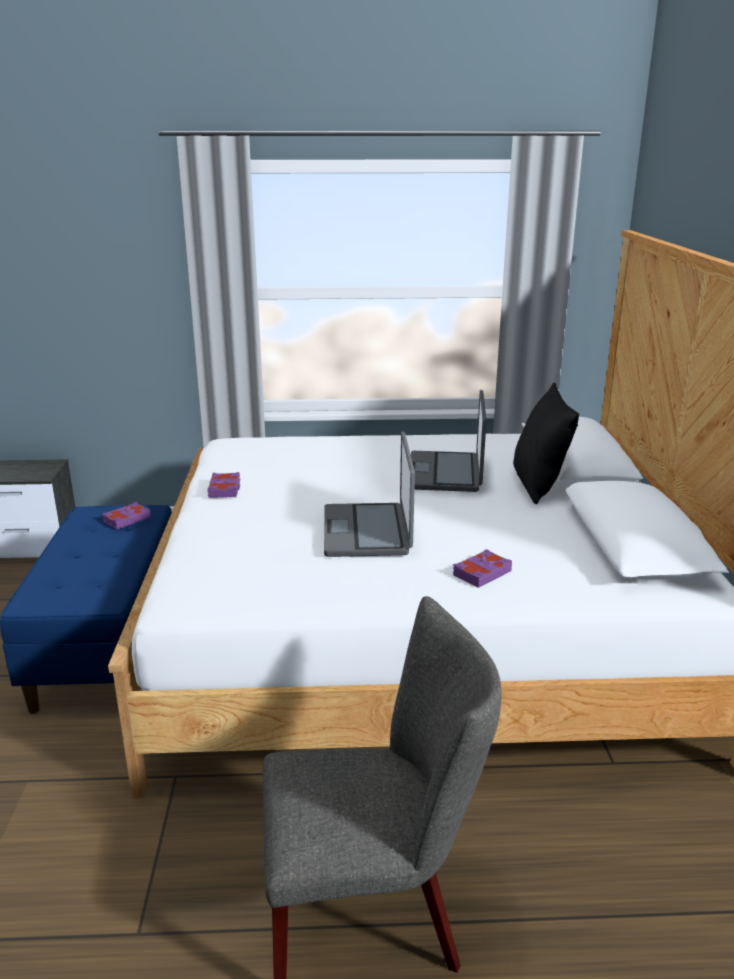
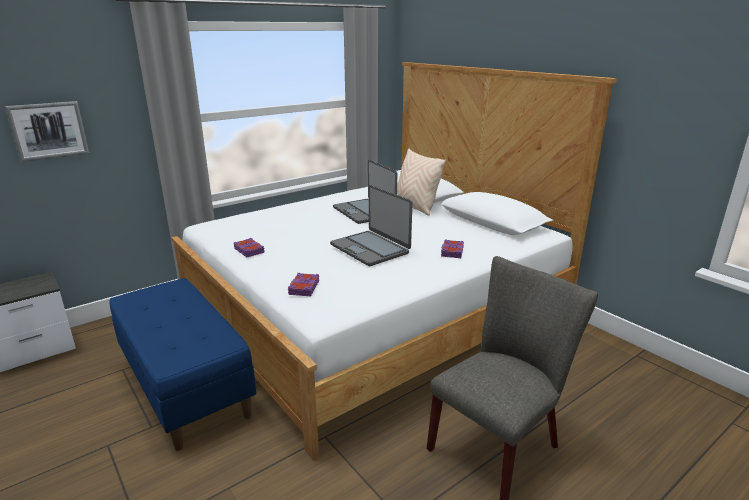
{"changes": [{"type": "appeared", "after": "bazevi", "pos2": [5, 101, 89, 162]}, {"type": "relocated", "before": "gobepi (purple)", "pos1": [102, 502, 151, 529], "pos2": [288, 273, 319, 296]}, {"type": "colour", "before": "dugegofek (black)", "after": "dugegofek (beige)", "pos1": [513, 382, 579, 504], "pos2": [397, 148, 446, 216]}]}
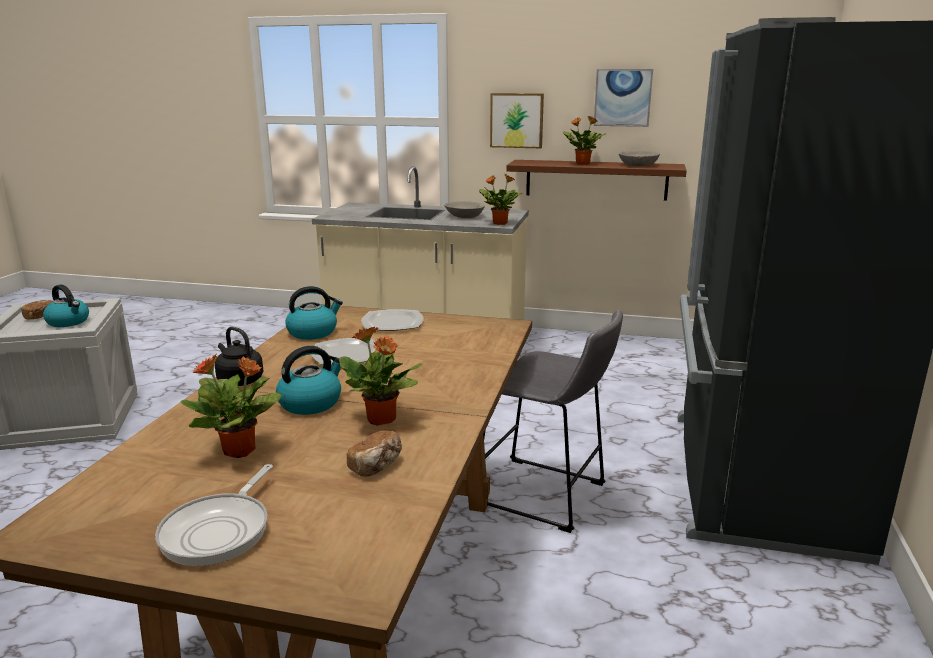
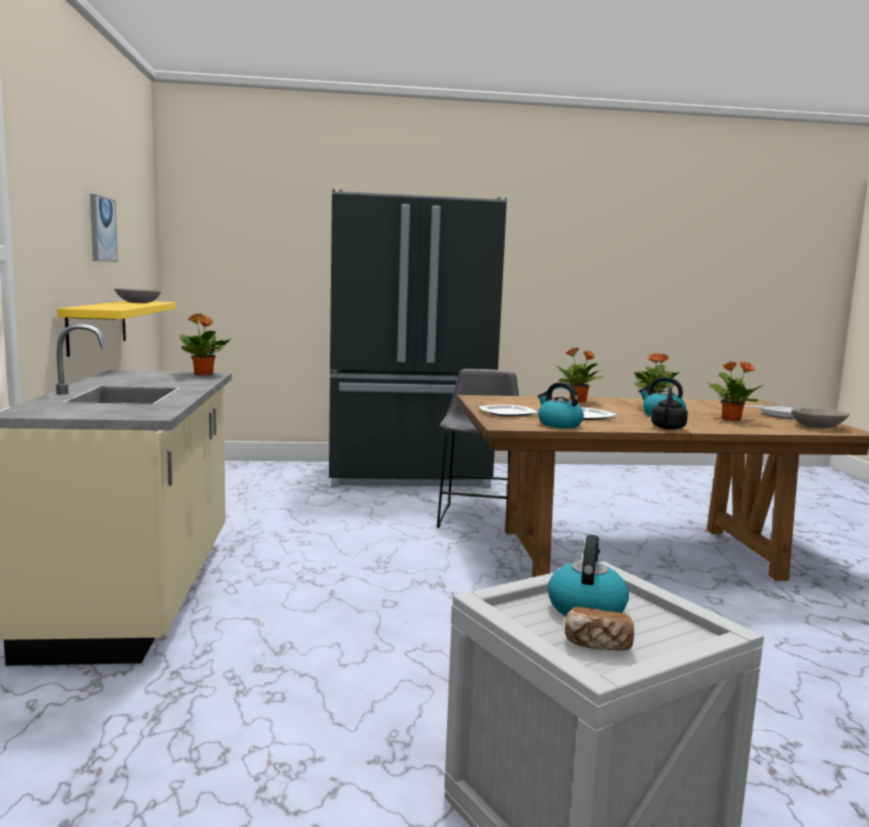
{"changes": [{"type": "missing", "before": "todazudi", "pos1": [347, 431, 402, 477]}, {"type": "missing", "before": "bazevi", "pos1": [490, 93, 544, 148]}, {"type": "relocated", "before": "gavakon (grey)", "pos1": [444, 201, 485, 218], "pos2": [791, 408, 850, 429]}, {"type": "relocated", "before": "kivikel", "pos1": [563, 116, 605, 165], "pos2": [556, 348, 604, 402]}, {"type": "colour", "before": "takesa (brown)", "after": "takesa (yellow)", "pos1": [506, 160, 687, 201], "pos2": [58, 301, 176, 357]}]}
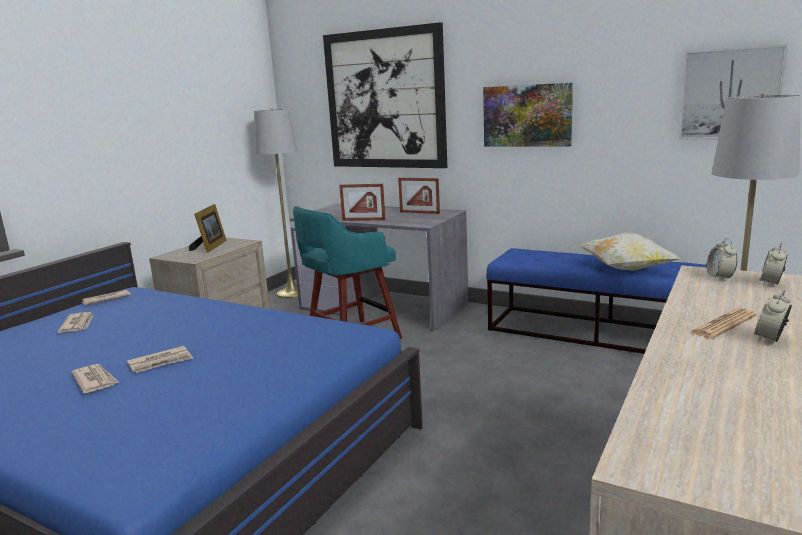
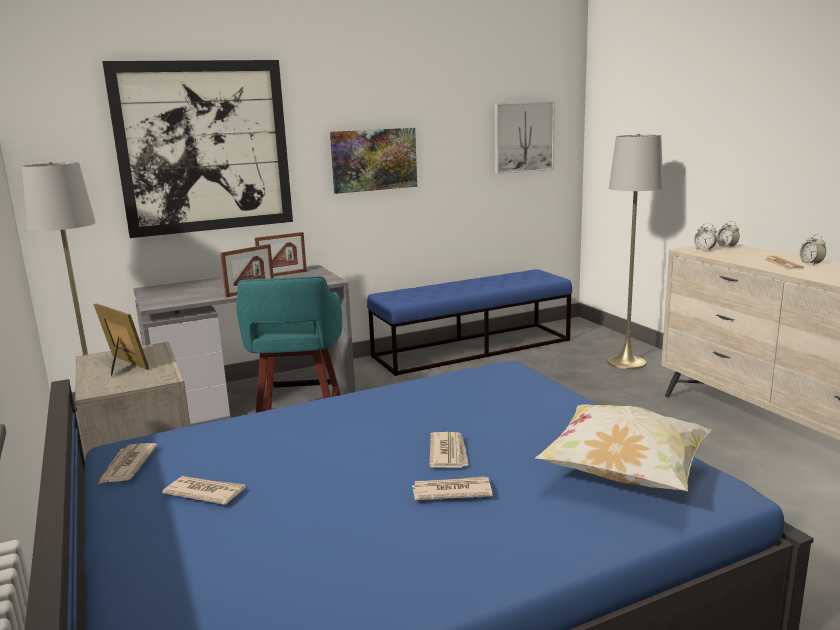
{"changes": [{"type": "relocated", "before": "dugegofek", "pos1": [578, 232, 681, 270], "pos2": [535, 404, 712, 491]}]}
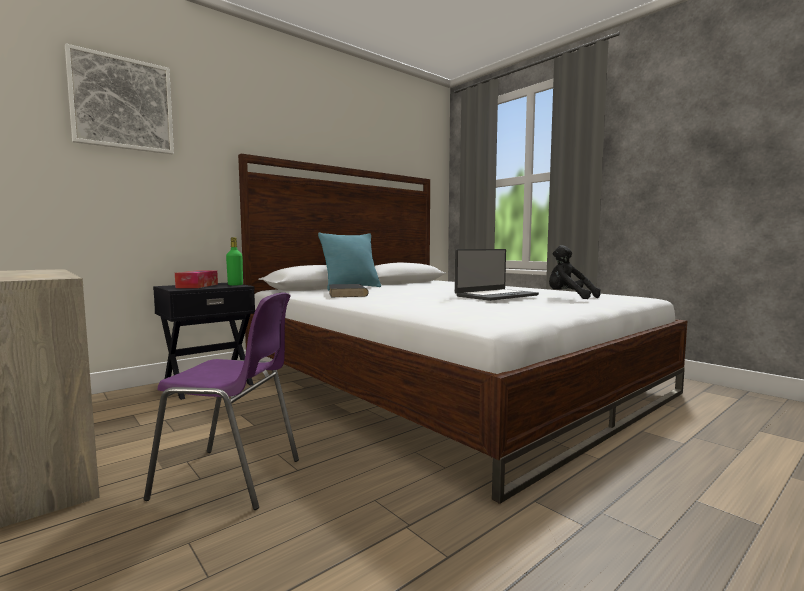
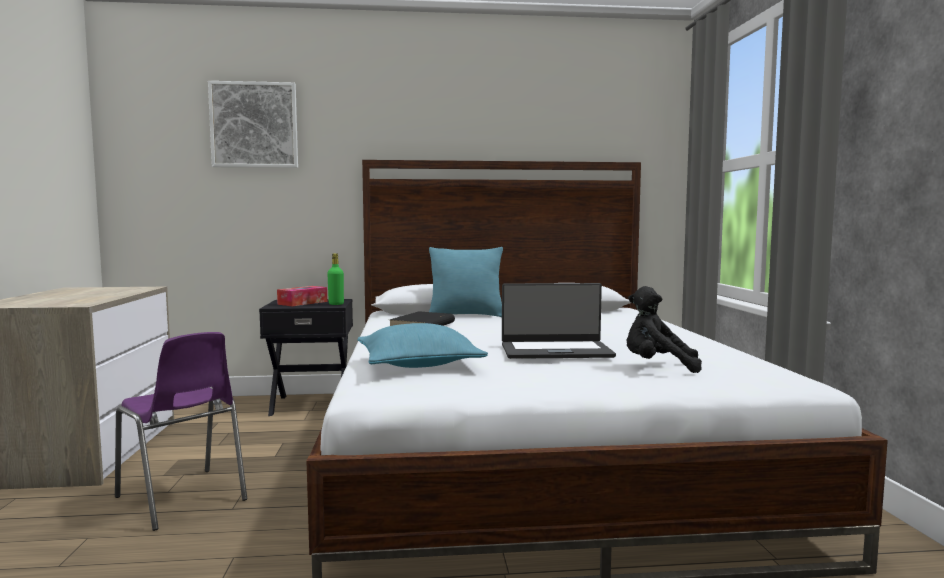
{"changes": [{"type": "appeared", "after": "dugegofek (turquoise)", "pos2": [357, 323, 488, 368]}, {"type": "spun", "before": "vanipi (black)", "pos1": [549, 245, 601, 299], "pos2": [626, 286, 702, 373], "turn": -60}]}
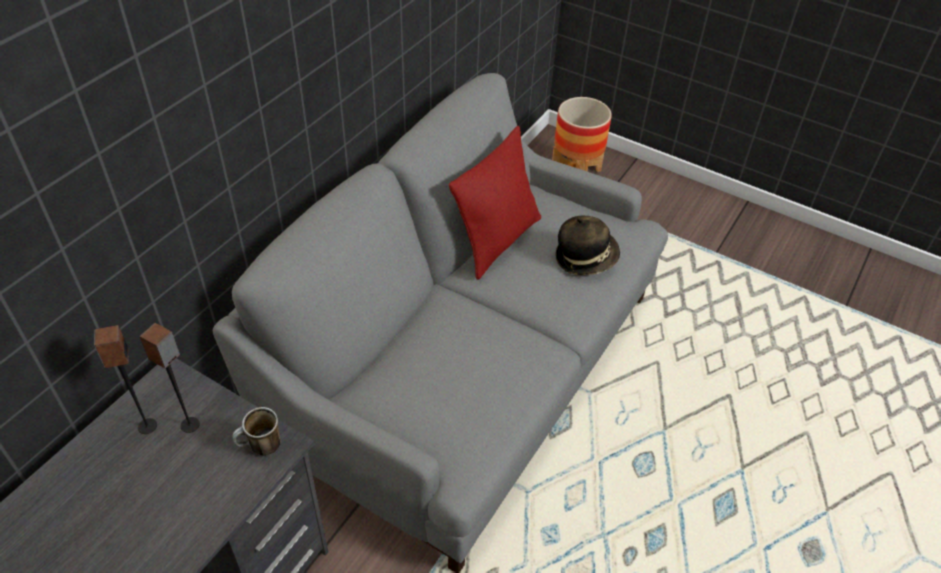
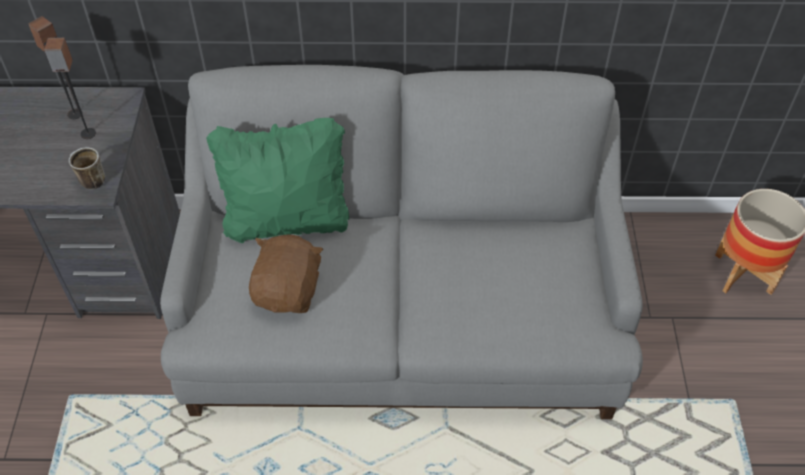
{"changes": [{"type": "missing", "before": "dugegofek (red)", "pos1": [449, 126, 541, 280]}, {"type": "missing", "before": "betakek", "pos1": [556, 215, 620, 275]}, {"type": "appeared", "after": "dugegofek (green)", "pos2": [206, 118, 349, 243]}, {"type": "appeared", "after": "vanipi (brown)", "pos2": [249, 235, 323, 313]}]}
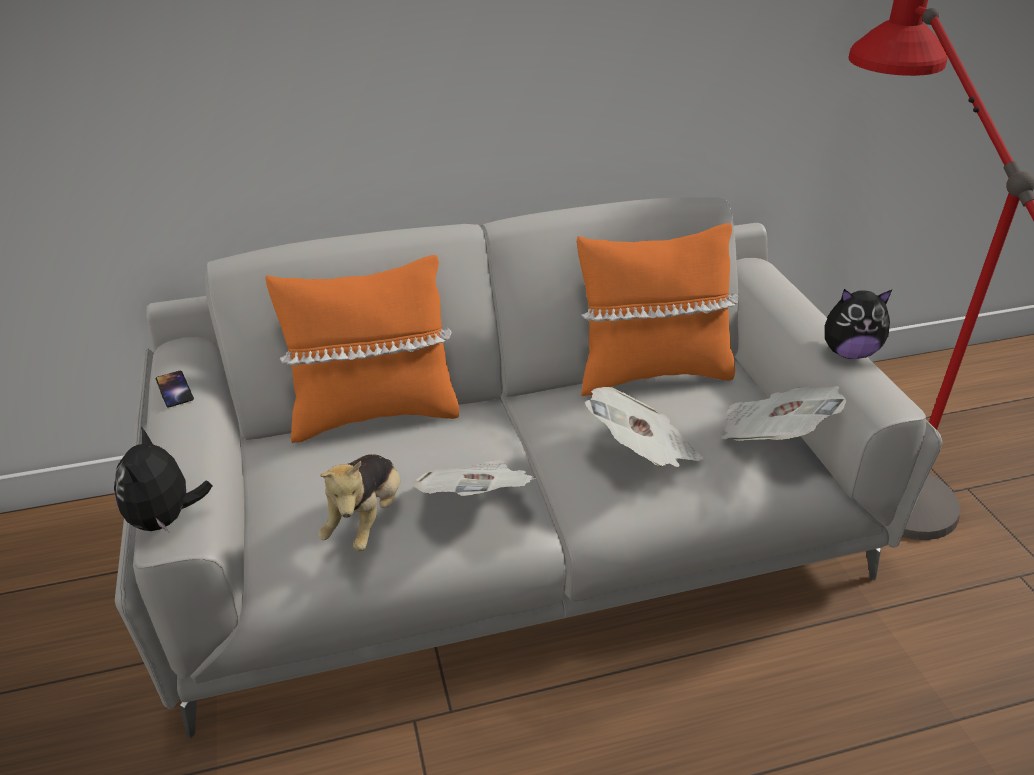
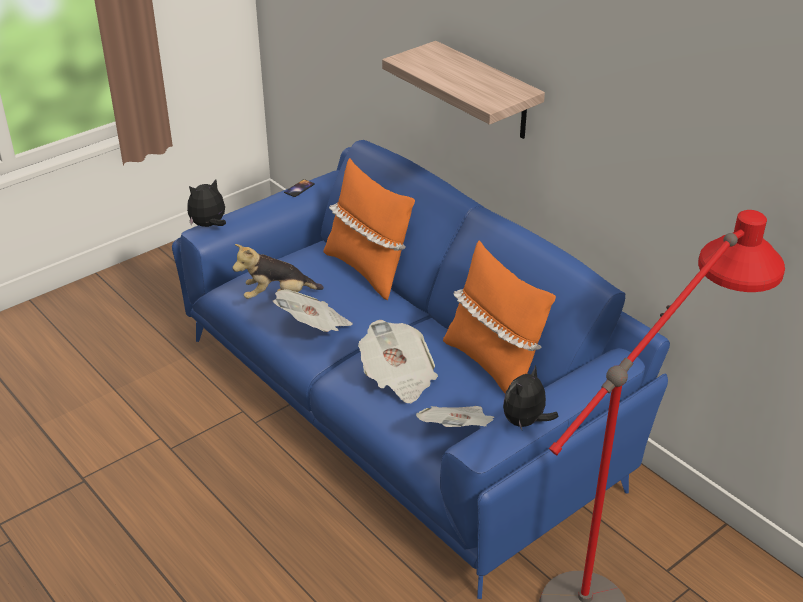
{"changes": [{"type": "appeared", "after": "takesa", "pos2": [382, 41, 545, 139]}, {"type": "colour", "before": "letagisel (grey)", "after": "letagisel (blue)", "pos1": [115, 197, 942, 738], "pos2": [172, 140, 670, 599]}, {"type": "spun", "before": "vanipi", "pos1": [825, 289, 892, 359], "pos2": [503, 365, 559, 430], "turn": 60}]}
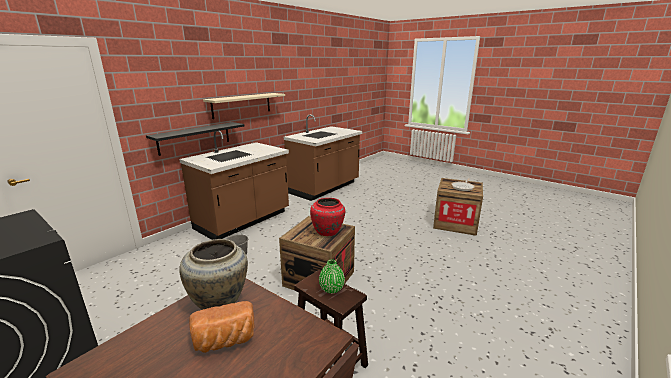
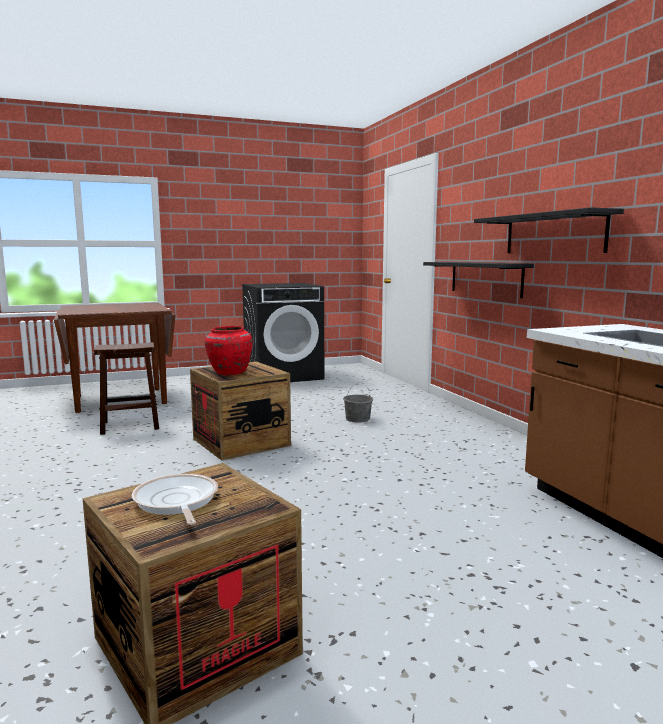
{"changes": [{"type": "missing", "before": "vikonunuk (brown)", "pos1": [179, 131, 289, 240]}, {"type": "missing", "before": "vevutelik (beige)", "pos1": [179, 239, 248, 310]}, {"type": "missing", "before": "todazudi", "pos1": [189, 301, 255, 353]}, {"type": "missing", "before": "vevutelik (green)", "pos1": [319, 259, 345, 294]}, {"type": "colour", "before": "takesa (beige)", "after": "takesa (black)", "pos1": [203, 93, 285, 119], "pos2": [474, 207, 624, 253]}]}
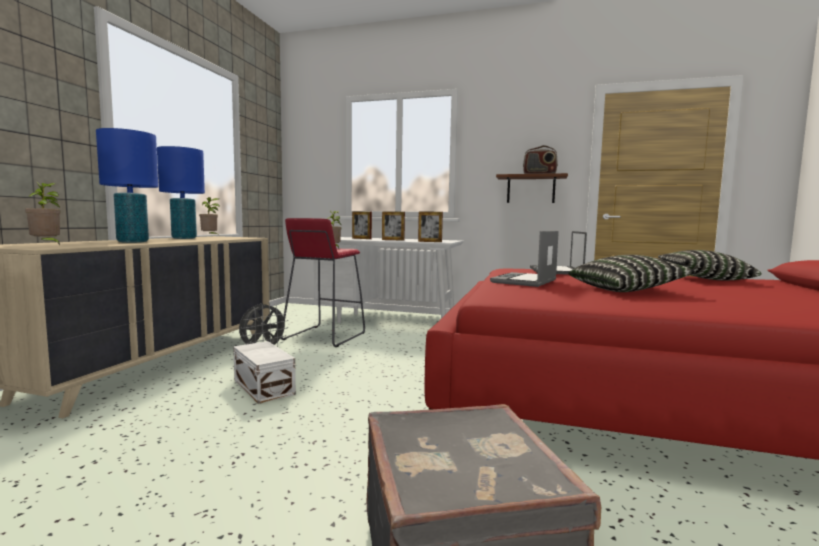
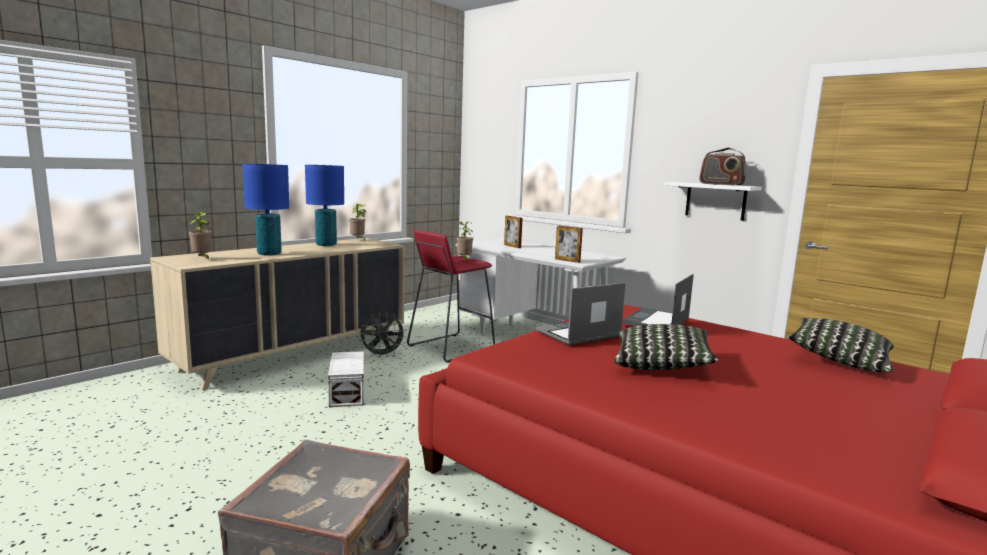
{"changes": [{"type": "missing", "before": "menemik", "pos1": [382, 211, 405, 241]}, {"type": "colour", "before": "takesa (brown)", "after": "takesa (white)", "pos1": [496, 173, 568, 203], "pos2": [664, 182, 762, 221]}]}
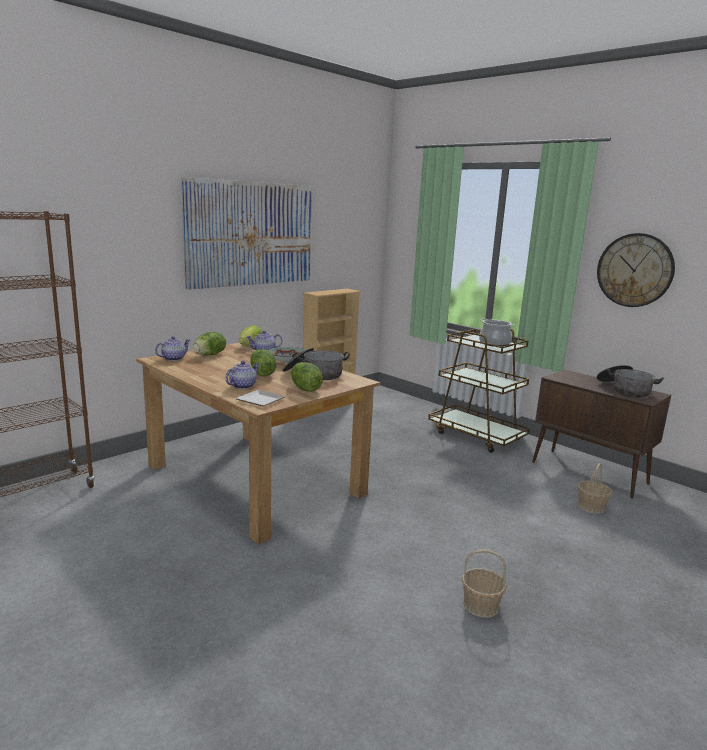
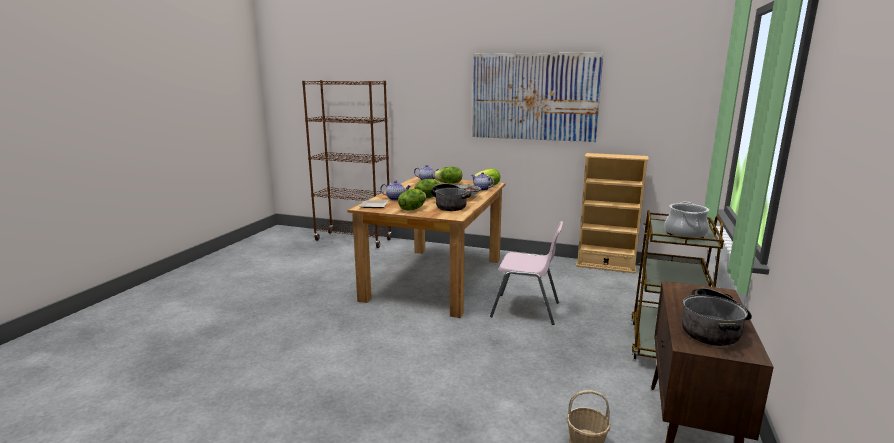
{"changes": [{"type": "missing", "before": "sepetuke", "pos1": [462, 549, 507, 618]}, {"type": "missing", "before": "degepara", "pos1": [597, 233, 675, 307]}, {"type": "appeared", "after": "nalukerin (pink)", "pos2": [490, 221, 563, 325]}]}
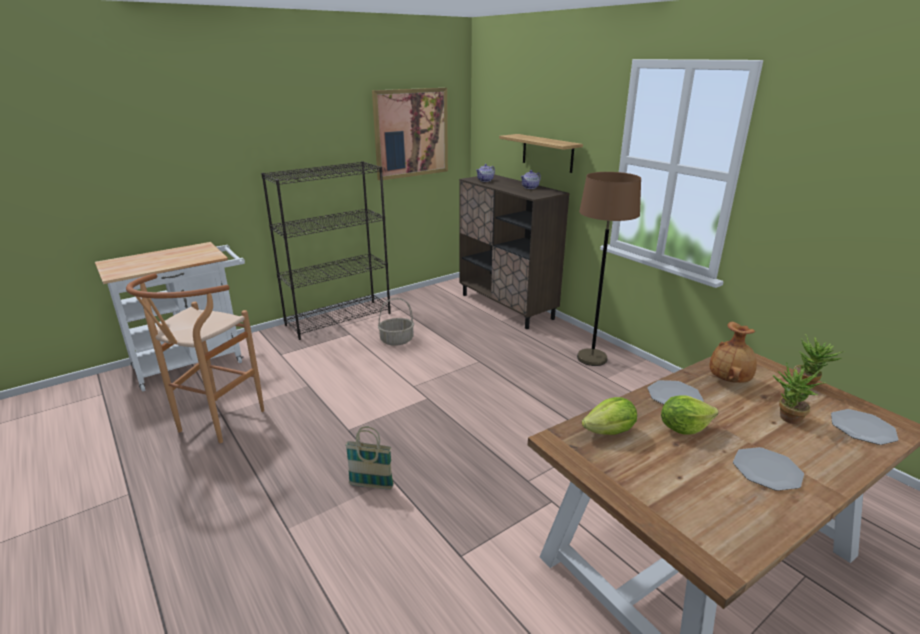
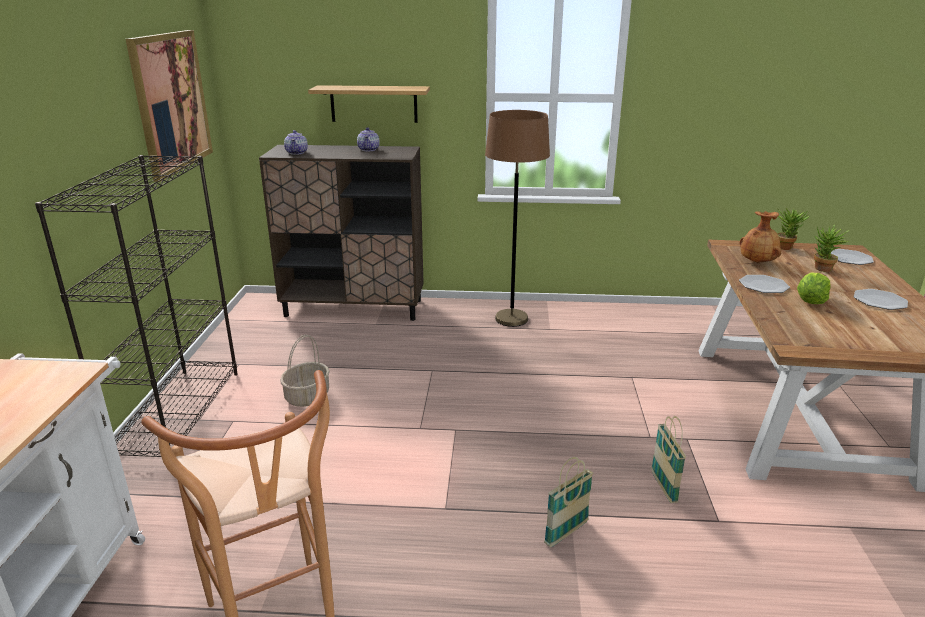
{"changes": [{"type": "missing", "before": "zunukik", "pos1": [582, 397, 637, 435]}, {"type": "appeared", "after": "sepetuke", "pos2": [651, 416, 686, 503]}]}
